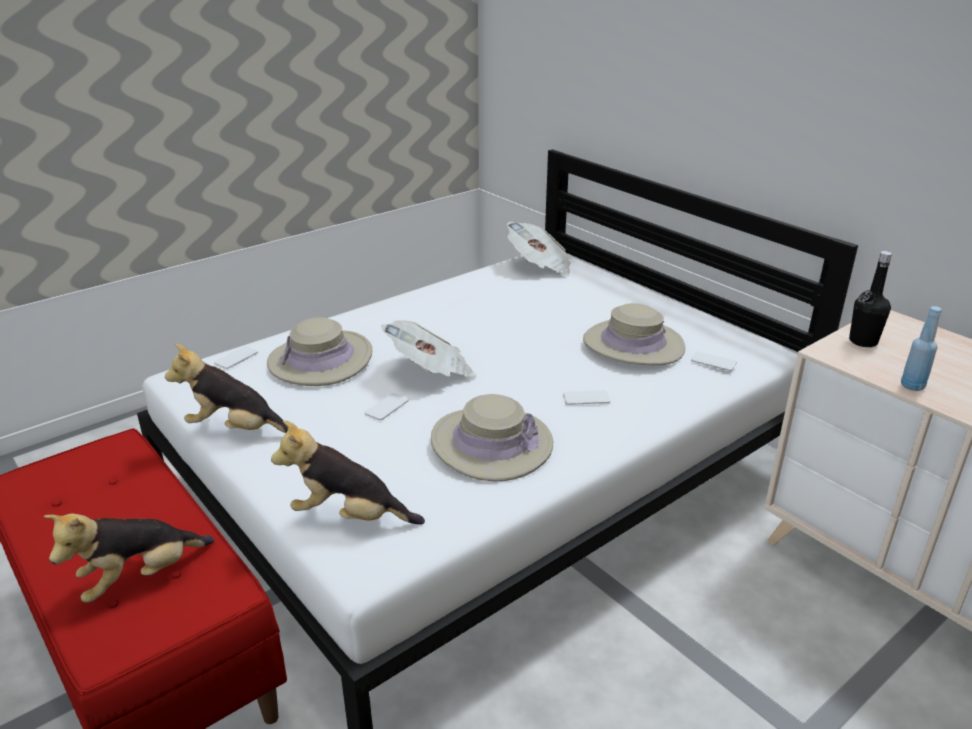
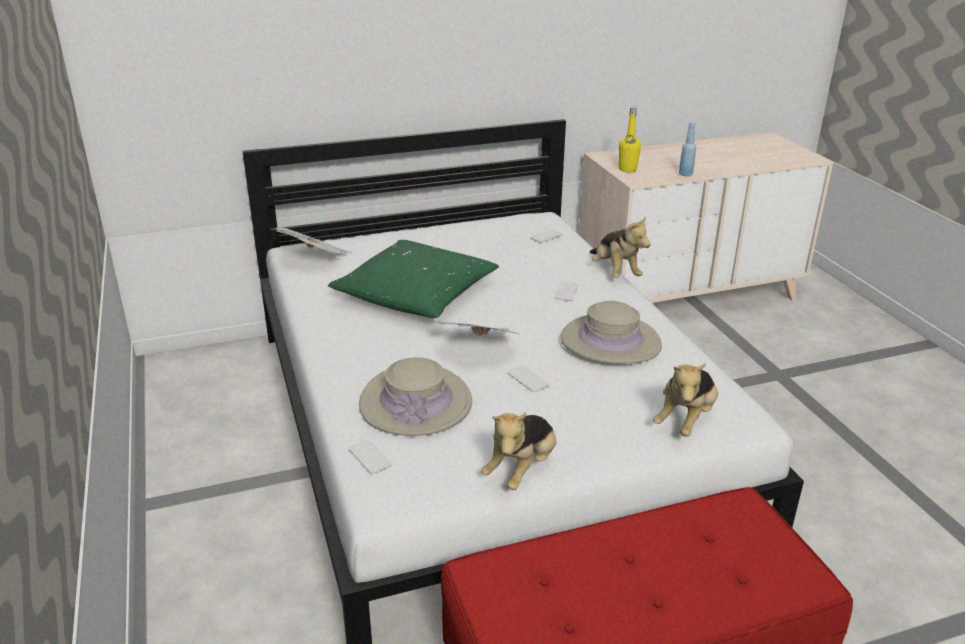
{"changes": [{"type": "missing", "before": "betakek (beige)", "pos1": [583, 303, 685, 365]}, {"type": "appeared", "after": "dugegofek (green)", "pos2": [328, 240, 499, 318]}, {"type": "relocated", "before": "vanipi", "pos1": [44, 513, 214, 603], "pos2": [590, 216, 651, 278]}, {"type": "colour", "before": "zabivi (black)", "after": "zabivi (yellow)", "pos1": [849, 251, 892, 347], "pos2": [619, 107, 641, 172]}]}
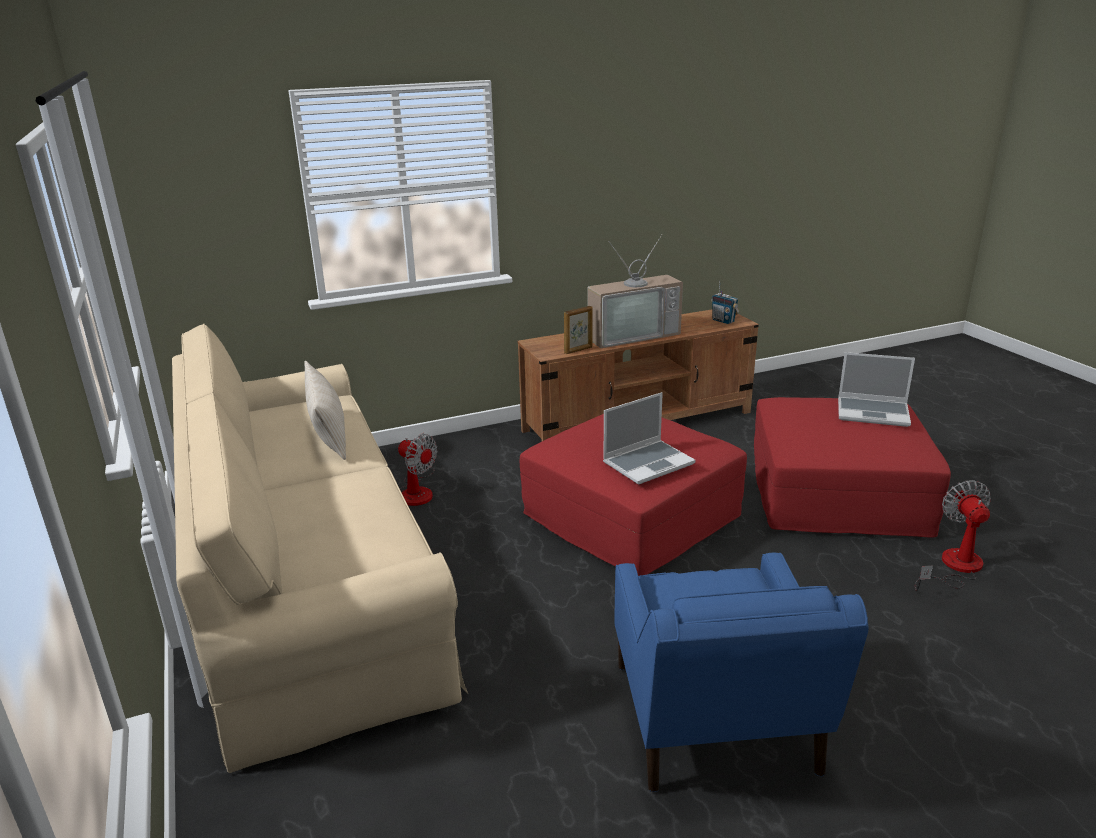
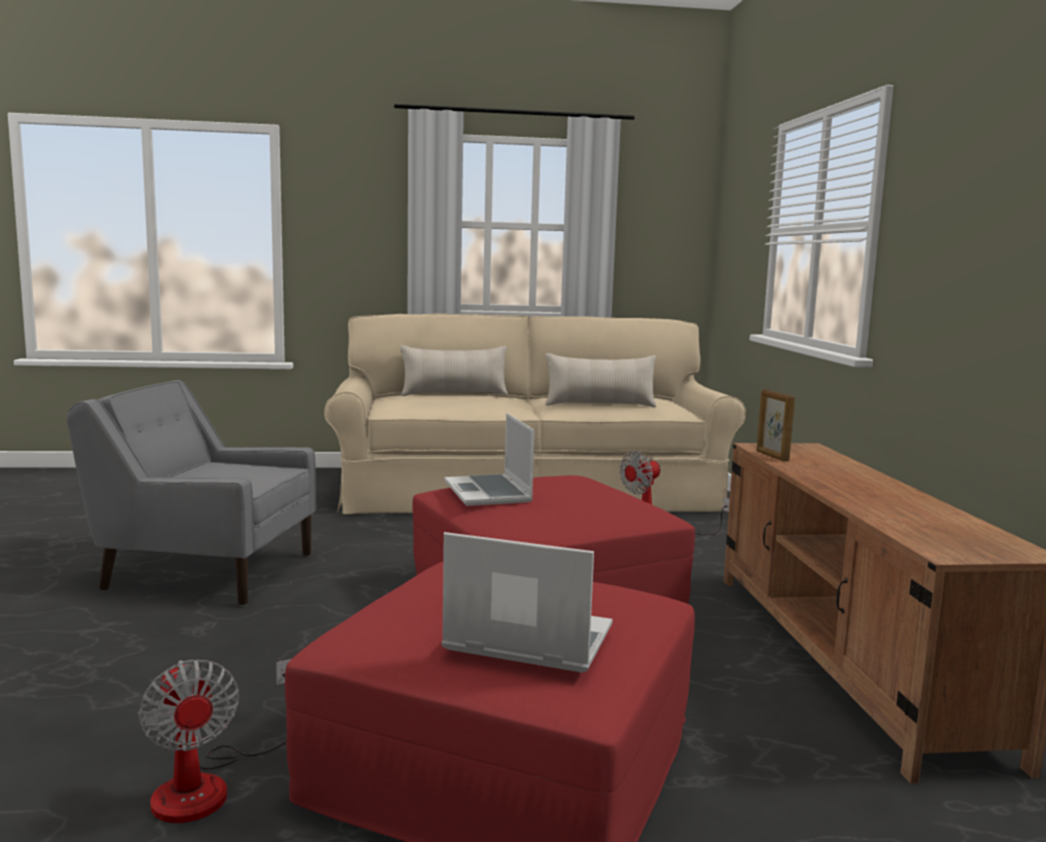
{"changes": [{"type": "missing", "before": "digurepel", "pos1": [587, 234, 683, 348]}, {"type": "missing", "before": "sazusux", "pos1": [711, 280, 739, 324]}, {"type": "appeared", "after": "dugegofek (beige)", "pos2": [400, 345, 508, 396]}, {"type": "colour", "before": "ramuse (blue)", "after": "ramuse (grey)", "pos1": [614, 553, 869, 792], "pos2": [67, 380, 316, 606]}, {"type": "spun", "before": "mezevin", "pos1": [838, 352, 915, 427], "pos2": [441, 532, 613, 673], "turn": 75}, {"type": "spun", "before": "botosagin", "pos1": [915, 480, 991, 591], "pos2": [138, 659, 291, 823], "turn": 45}]}
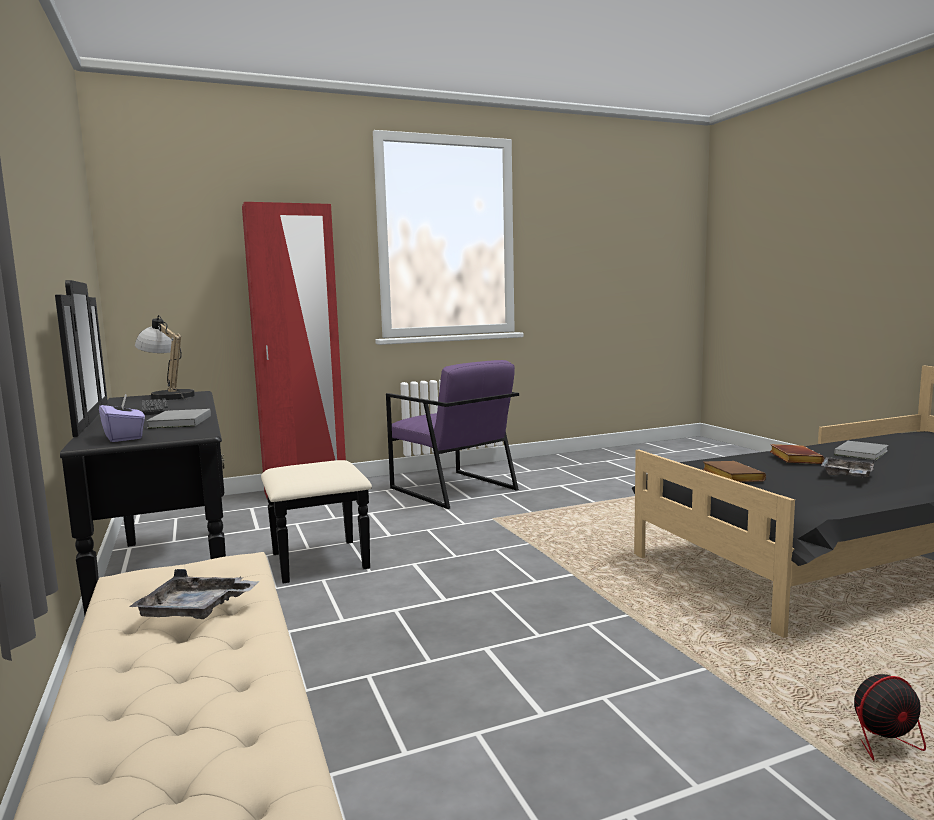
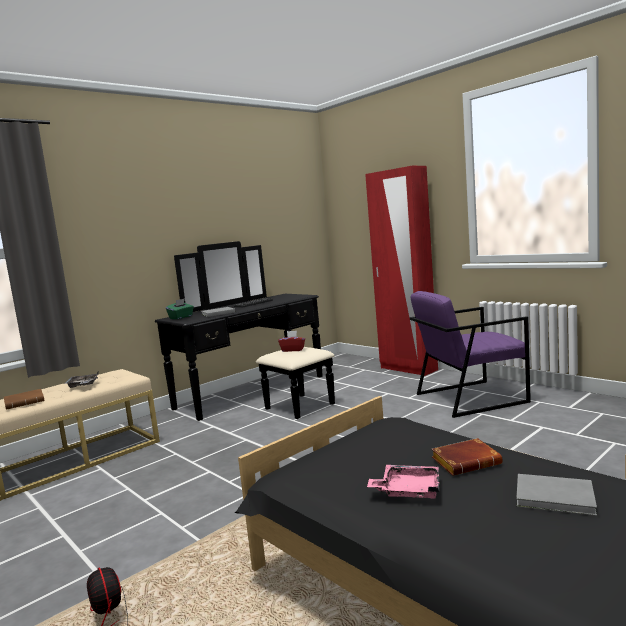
{"changes": [{"type": "missing", "before": "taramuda", "pos1": [135, 315, 195, 400]}, {"type": "appeared", "after": "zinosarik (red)", "pos2": [278, 331, 305, 352]}, {"type": "relocated", "before": "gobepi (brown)", "pos1": [702, 461, 766, 482], "pos2": [4, 389, 44, 410]}, {"type": "colour", "before": "zinosarik (purple)", "after": "zinosarik (green)", "pos1": [99, 394, 145, 442], "pos2": [166, 298, 194, 319]}, {"type": "colour", "before": "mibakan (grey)", "after": "mibakan (pink)", "pos1": [821, 457, 875, 478], "pos2": [367, 465, 439, 498]}, {"type": "spun", "before": "ramuse (purple)", "pos1": [386, 360, 519, 509], "pos2": [410, 291, 531, 418], "turn": 45}]}
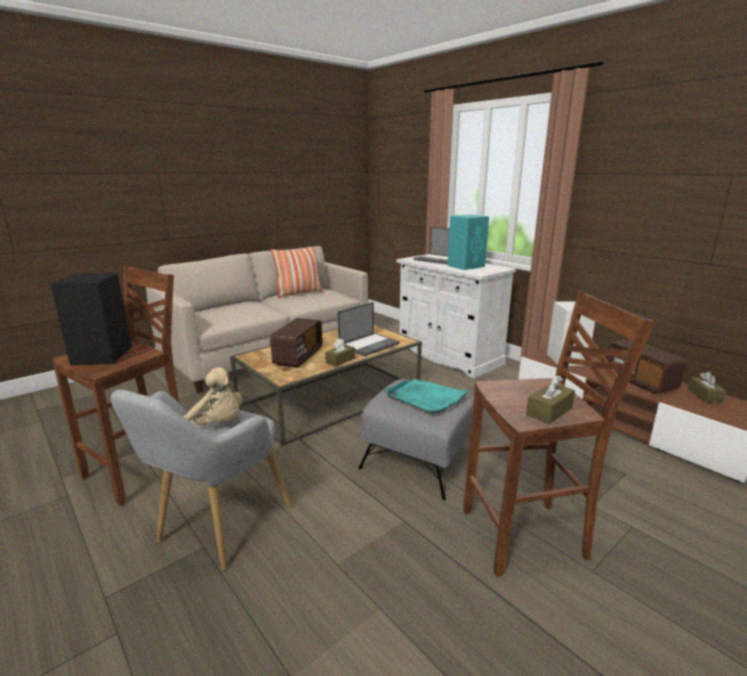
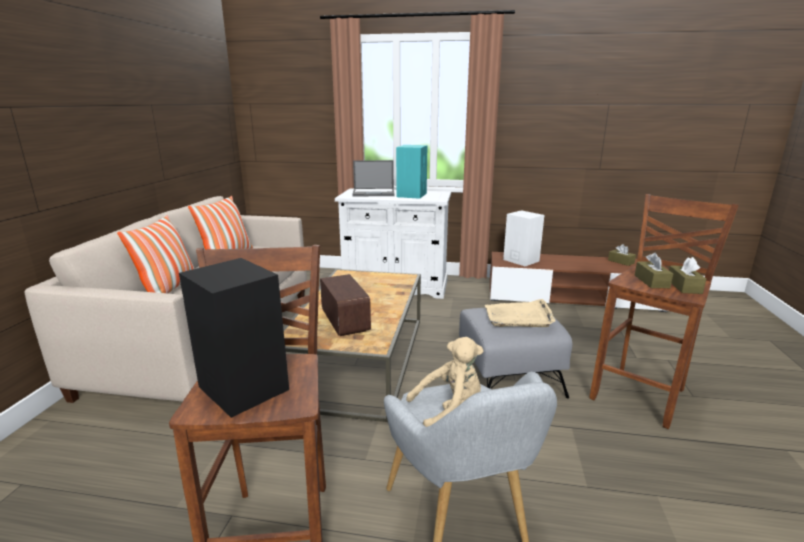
{"changes": [{"type": "missing", "before": "mezevin", "pos1": [338, 302, 400, 357]}, {"type": "missing", "before": "sazusux", "pos1": [607, 340, 686, 394]}, {"type": "appeared", "after": "dugegofek", "pos2": [117, 215, 194, 293]}, {"type": "relocated", "before": "zinosarik (brown)", "pos1": [325, 338, 355, 367], "pos2": [635, 253, 673, 288]}, {"type": "colour", "before": "mibakan (turquoise)", "after": "mibakan (beige)", "pos1": [385, 379, 471, 414], "pos2": [485, 299, 556, 327]}]}
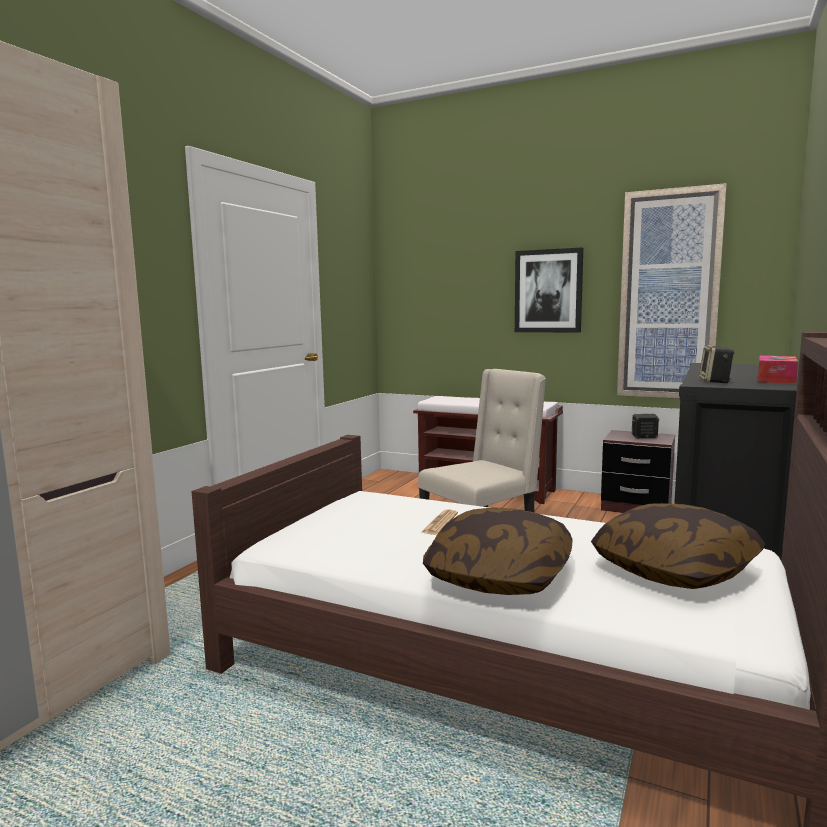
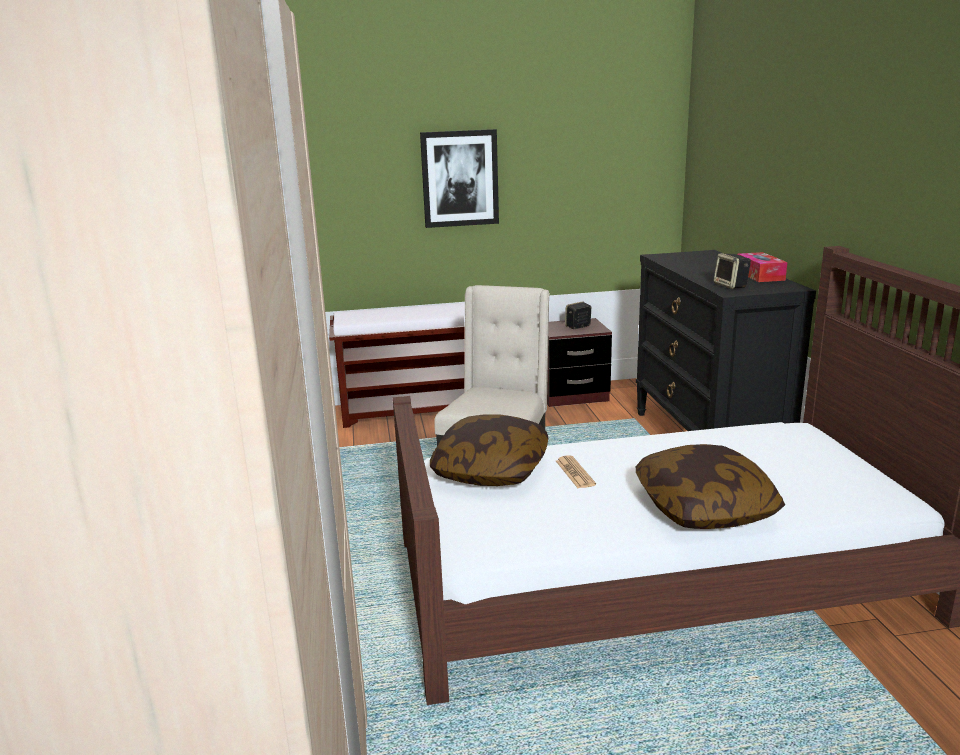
{"changes": [{"type": "missing", "before": "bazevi", "pos1": [617, 183, 727, 399]}, {"type": "relocated", "before": "dugegofek", "pos1": [591, 503, 765, 589], "pos2": [430, 414, 548, 486]}]}
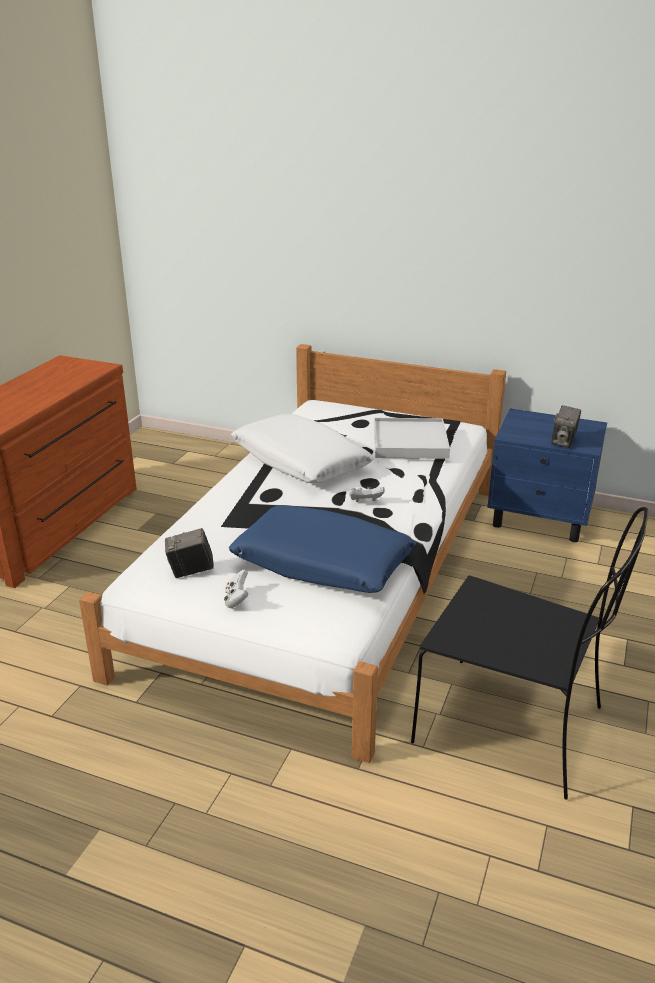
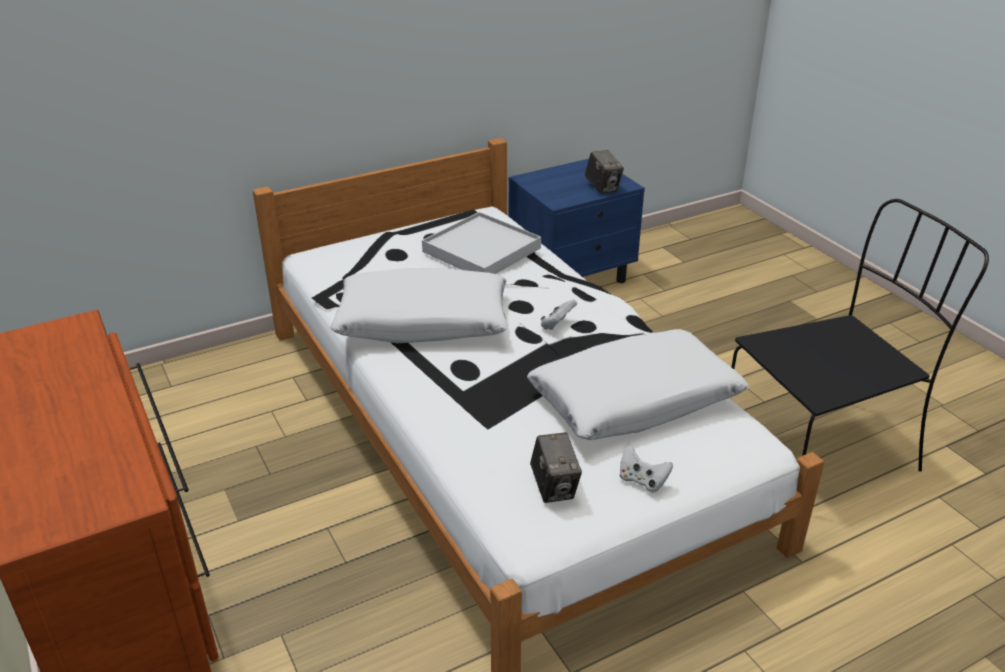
{"changes": [{"type": "colour", "before": "dugegofek (blue)", "after": "dugegofek (white)", "pos1": [229, 505, 416, 593], "pos2": [527, 329, 749, 440]}, {"type": "spun", "before": "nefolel", "pos1": [165, 528, 214, 578], "pos2": [530, 432, 582, 503], "turn": -45}]}
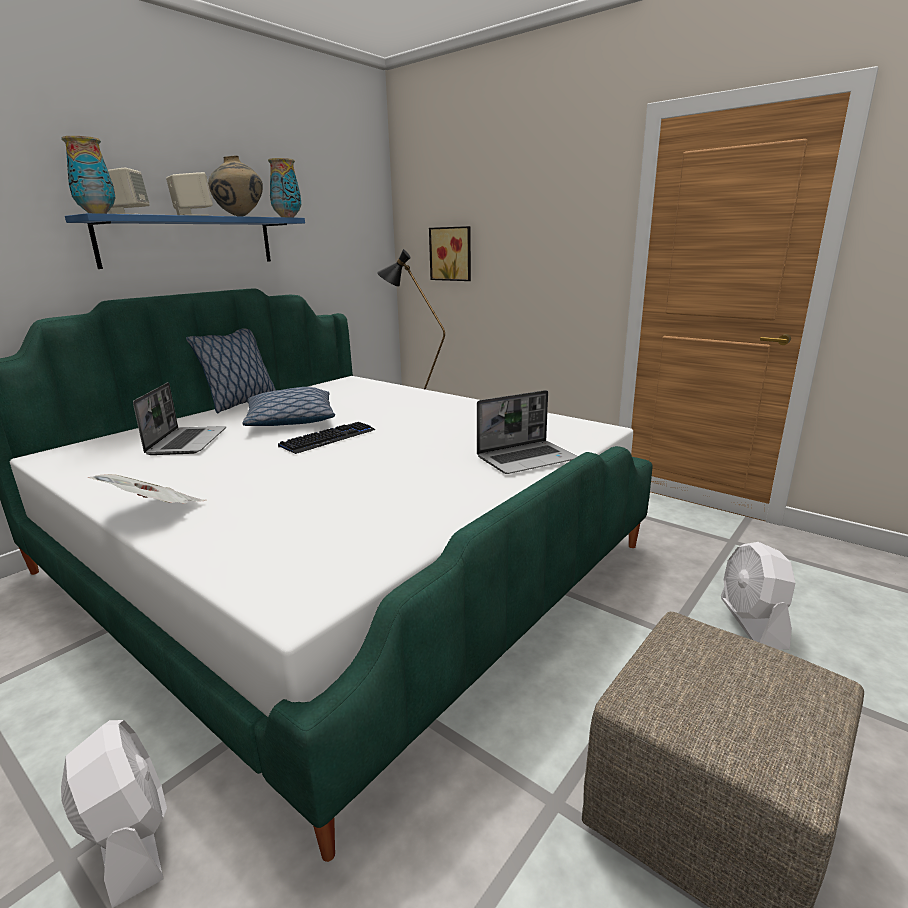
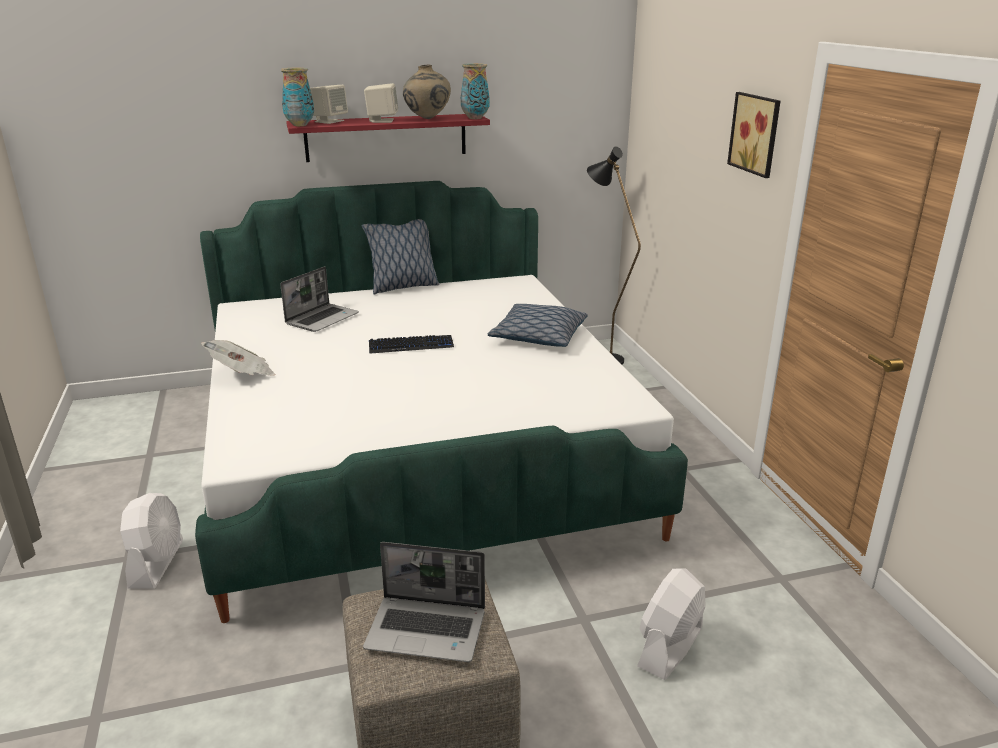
{"changes": [{"type": "relocated", "before": "dugegofek", "pos1": [242, 387, 335, 426], "pos2": [488, 304, 588, 347]}, {"type": "relocated", "before": "bazevi", "pos1": [429, 226, 471, 281], "pos2": [727, 92, 781, 178]}, {"type": "relocated", "before": "mezevin", "pos1": [477, 390, 578, 474], "pos2": [363, 542, 485, 662]}, {"type": "colour", "before": "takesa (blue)", "after": "takesa (red)", "pos1": [65, 213, 305, 269], "pos2": [286, 114, 490, 162]}]}
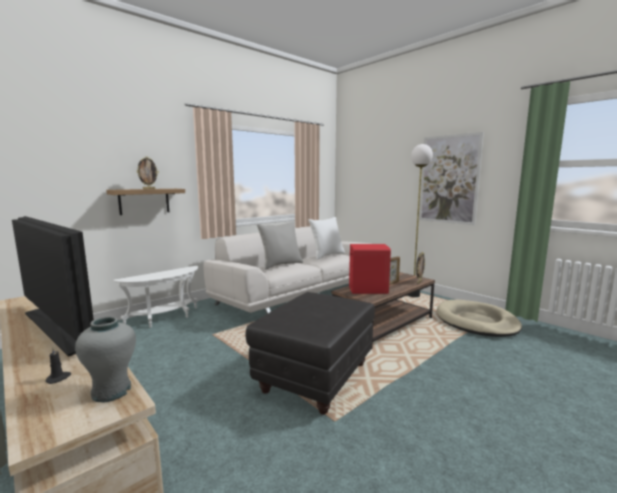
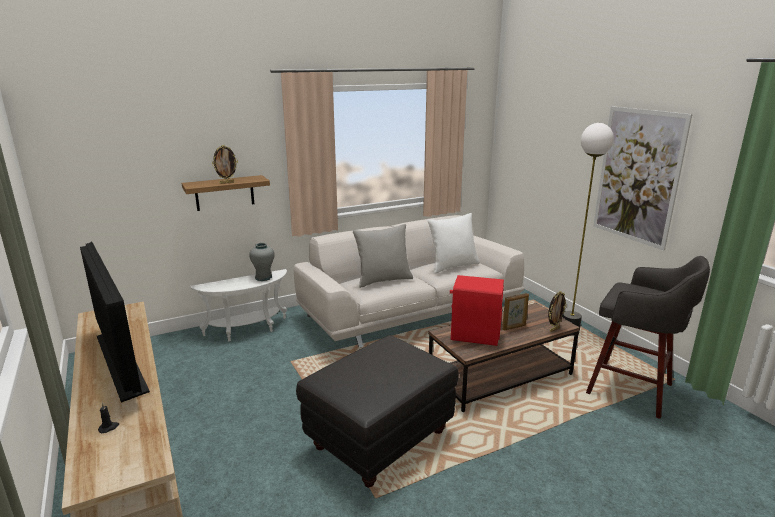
{"changes": [{"type": "relocated", "before": "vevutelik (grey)", "pos1": [75, 316, 136, 403], "pos2": [249, 243, 275, 281]}, {"type": "exchanged", "before": "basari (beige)", "after": "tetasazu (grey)", "pos1": [437, 299, 522, 337], "pos2": [586, 256, 710, 419]}]}
